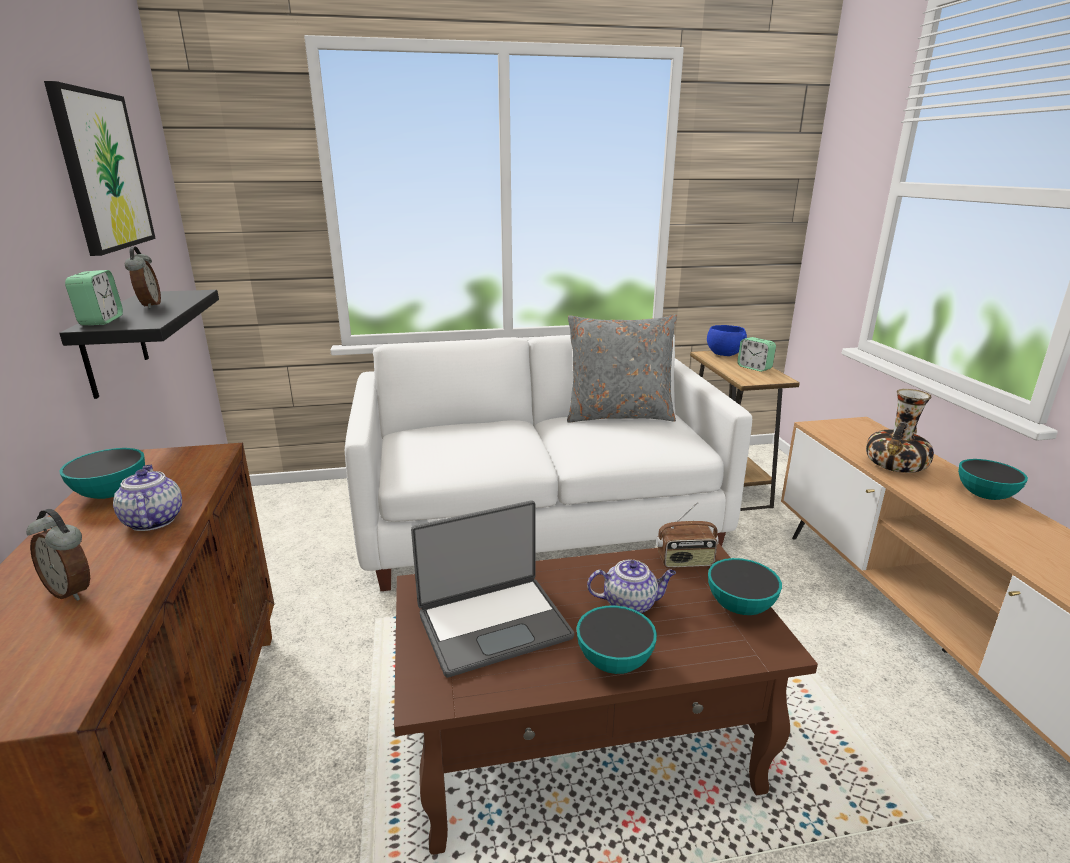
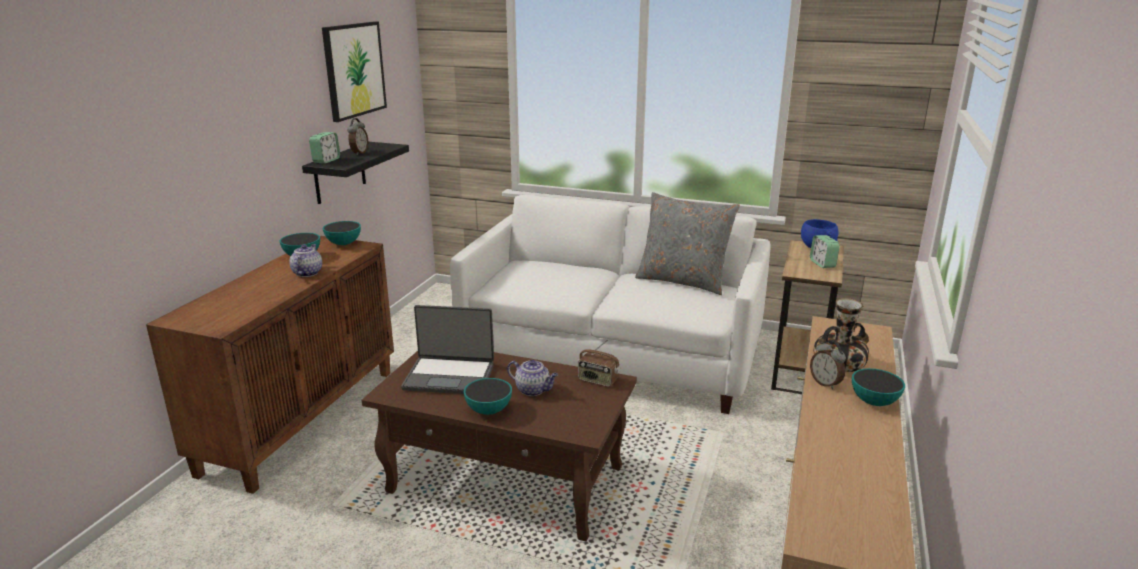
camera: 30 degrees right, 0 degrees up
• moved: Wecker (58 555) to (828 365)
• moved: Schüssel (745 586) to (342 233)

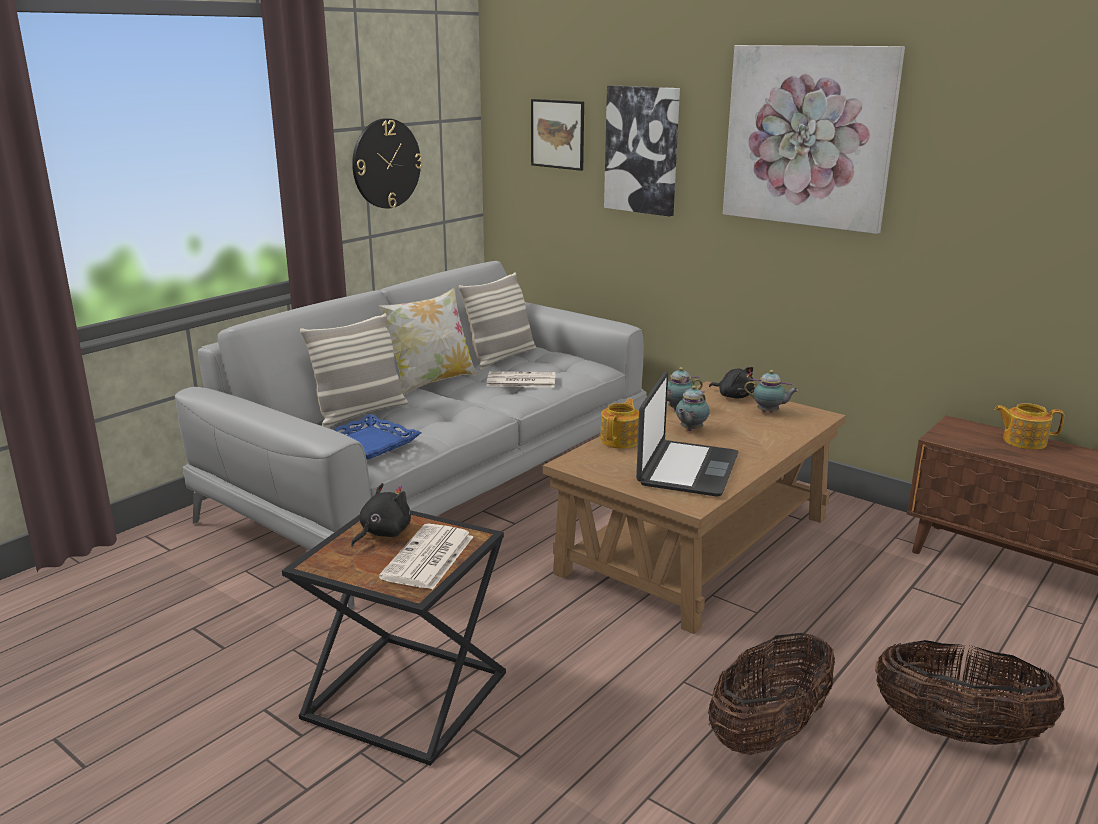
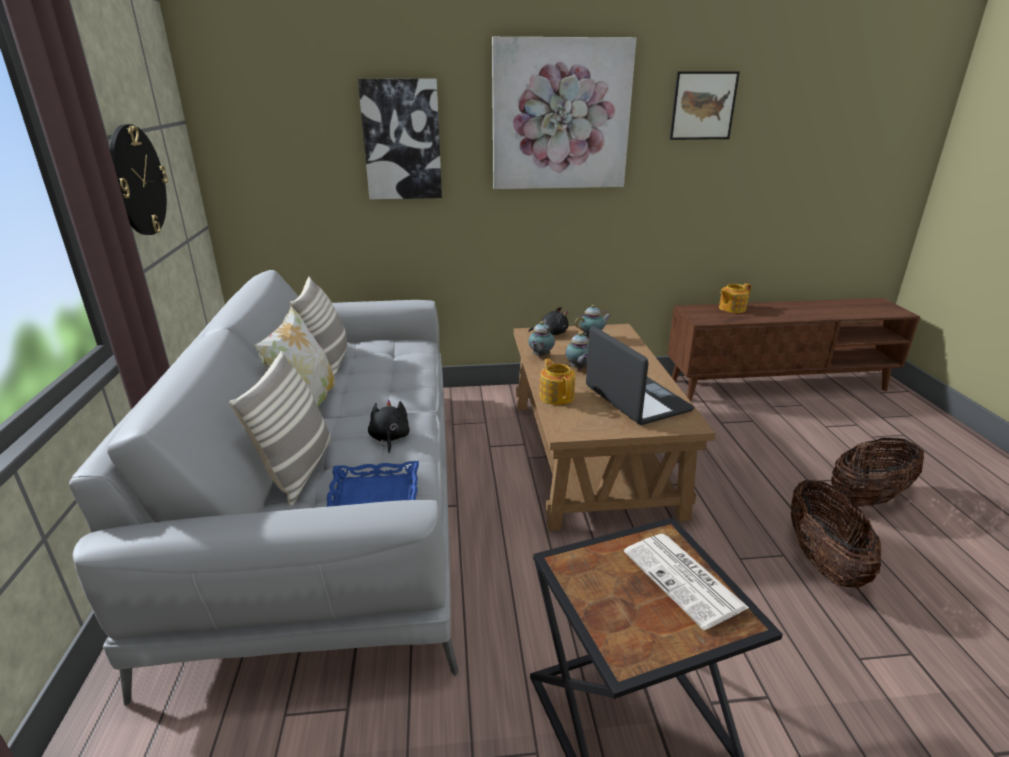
camera: 45 degrees left, 5 degrees up
• moved: Bild (557 135) to (705 105)
• removed: Zeitung (521 379)
• moved: Plüschtier/schwarz (381 515) to (389 426)

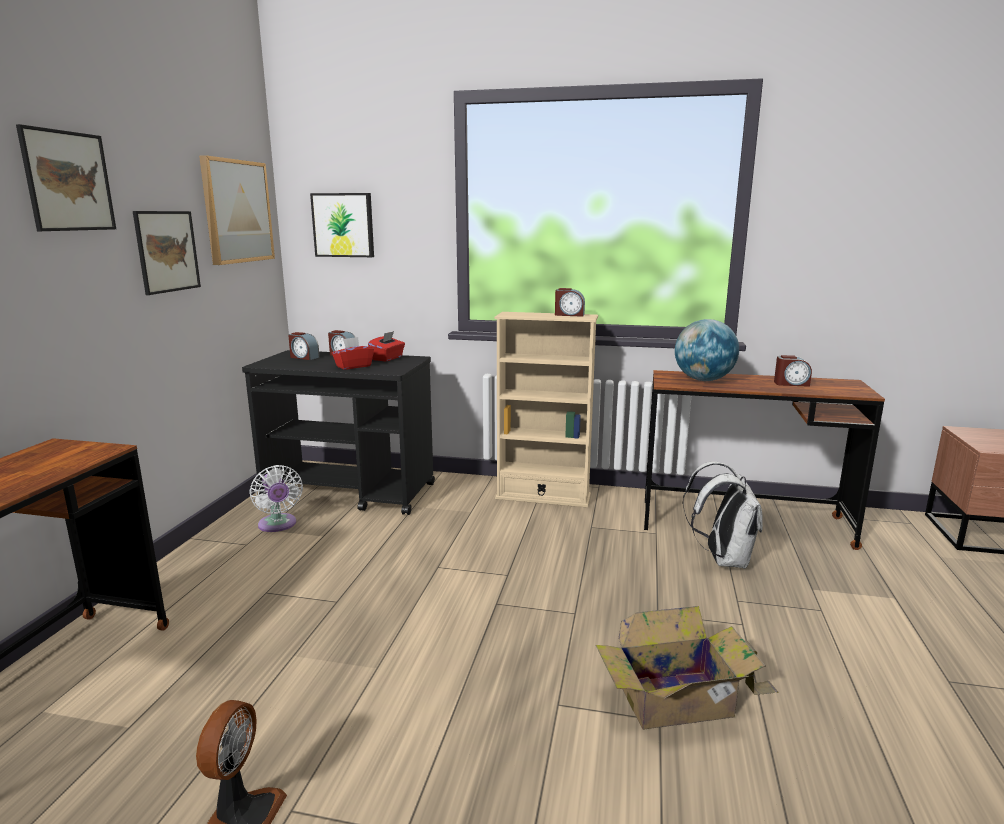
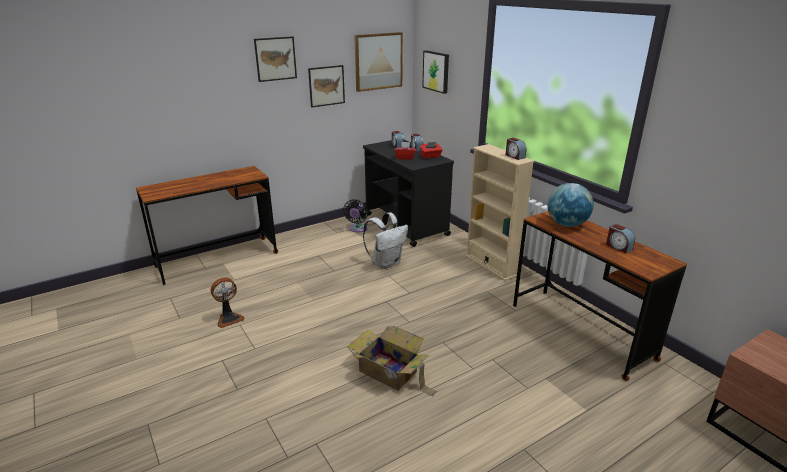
camera: 45 degrees right, 10 degrees up
• moved: Rucksack/weiß (722 515) to (385 240)
• recoloured: Ventilator/weiß (276 498) to Ventilator/schwarz (355 215)

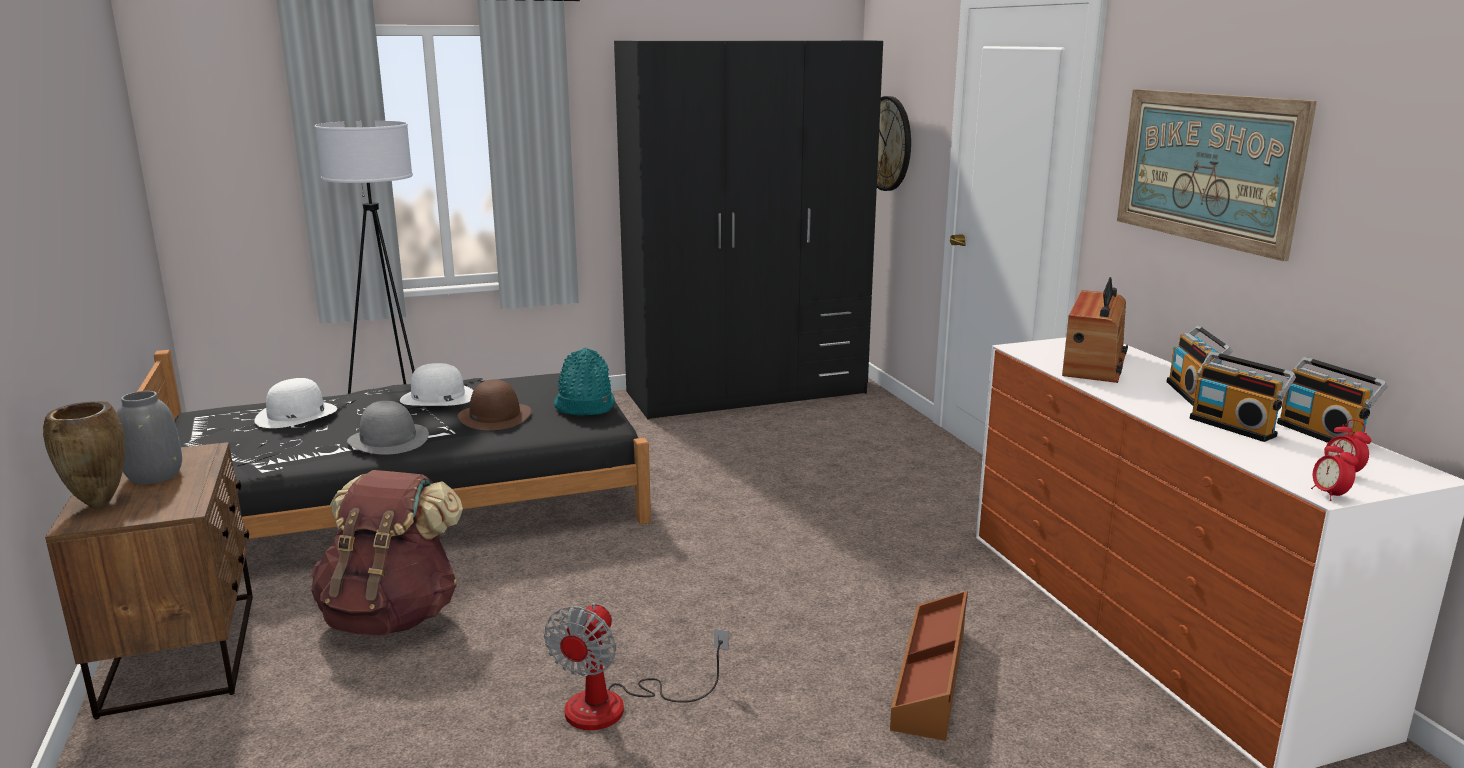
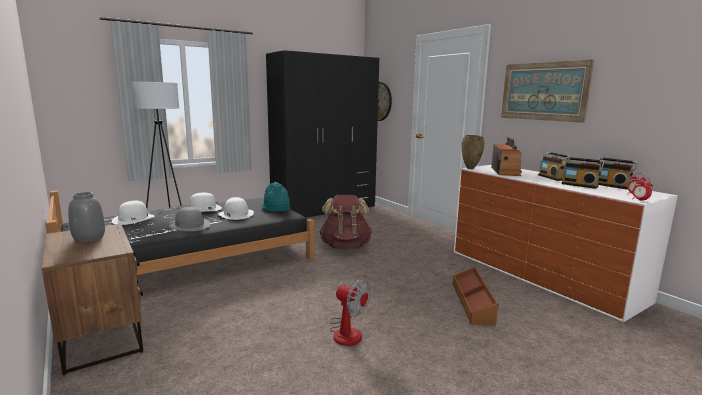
camera: 15 degrees left, 5 degrees down
• recoloured: Hut/braun (494 404) to Hut/weiß (236 208)
• moved: Vase/braun (84 454) to (473 152)
• moved: Rucksack/braun (387 553) to (345 222)
• turned: Ventilator (636 666) = (350 312) 60 degrees counterclockwise

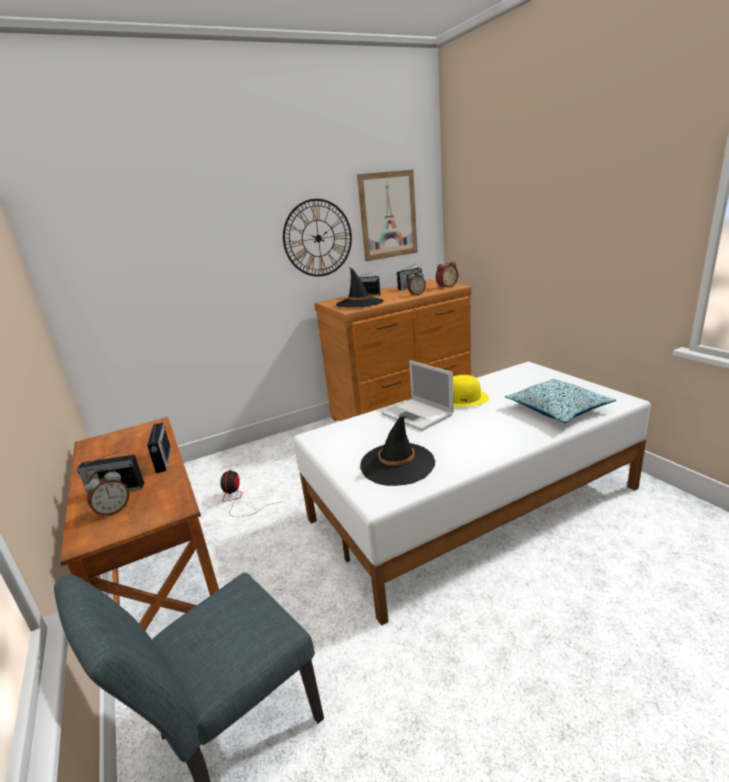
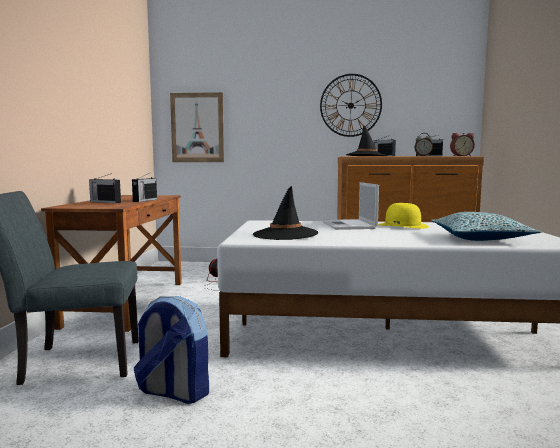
camera: 30 degrees right, 15 degrees down
• moved: Bild (387 215) to (197 127)
• removed: Wecker (107 493)
• added: Rucksack (171 350)

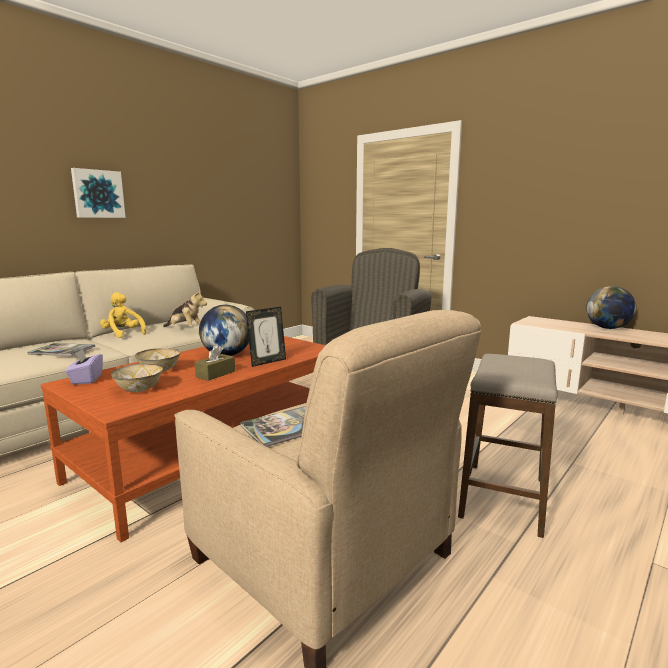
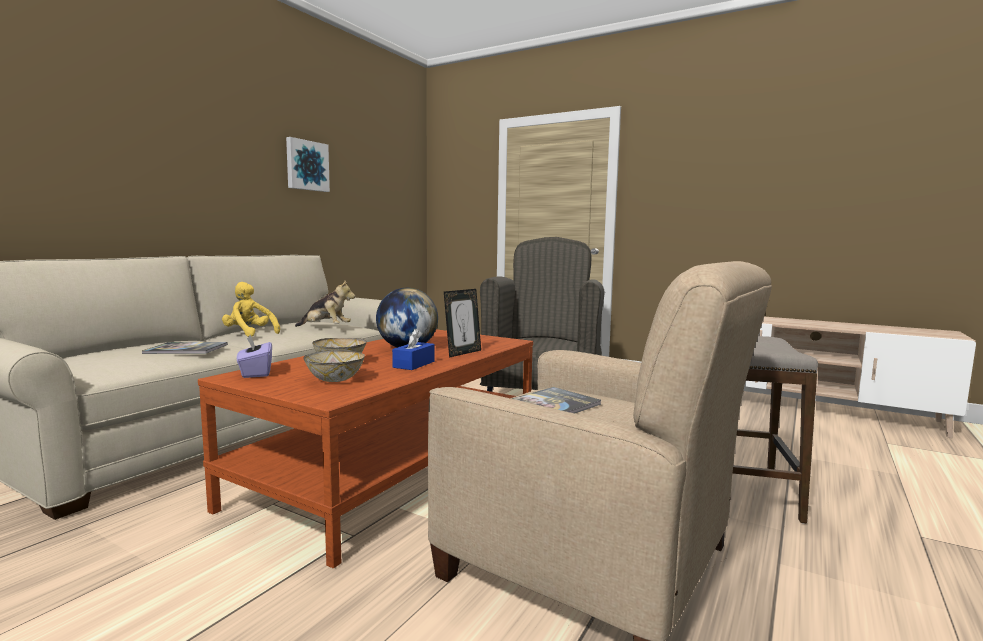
camera: 10 degrees left, 5 degrees down
• moved: Bild (98 193) to (308 164)
• removed: Globus (611 307)
• recoloured: Taschentuchbox/braun (215 363) to Taschentuchbox/blau (413 349)

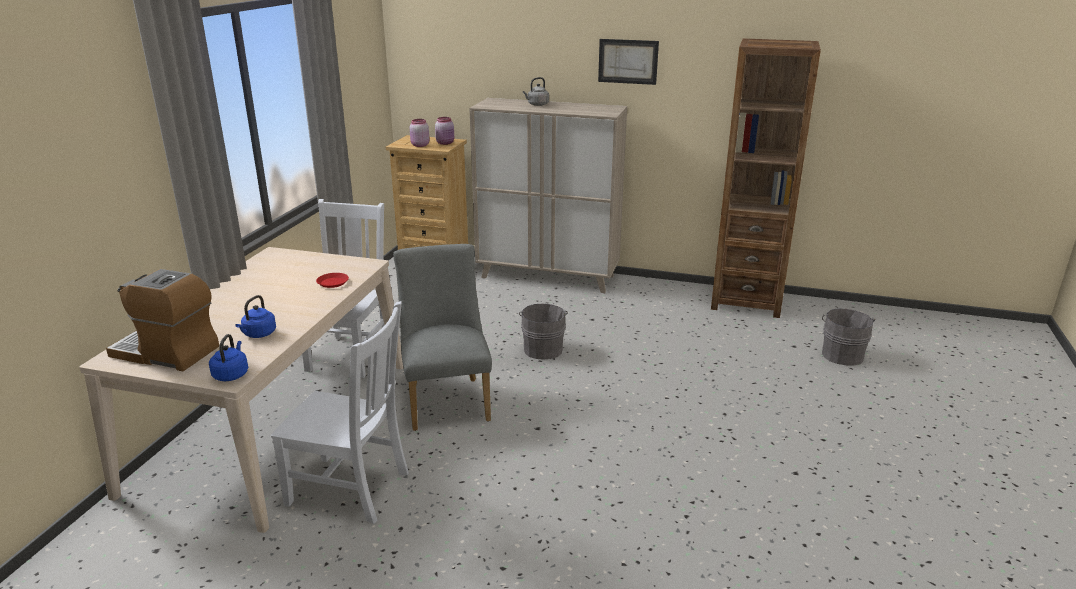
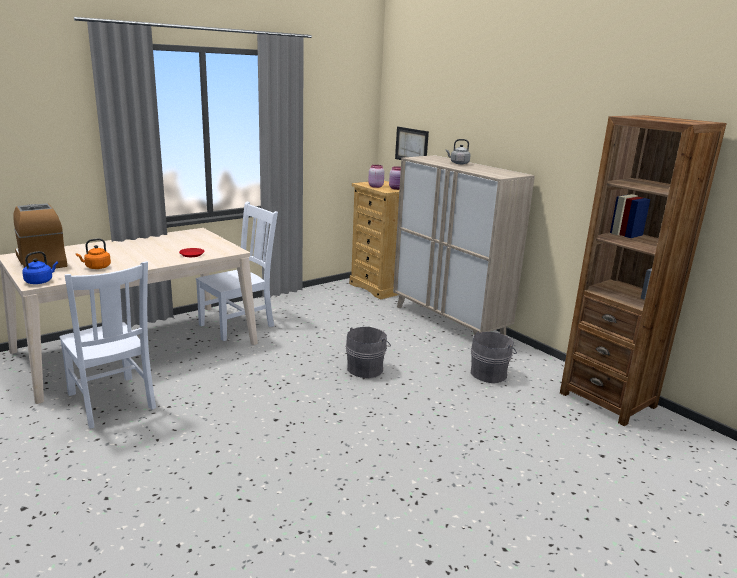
camera: 35 degrees right, 5 degrees down
• moved: Bild (628 62) to (412 143)
• removed: Stuhl/grau (442 337)
• recoloured: Wasserkessel/blau (255 316) to Wasserkessel/orange (93 253)
• moved: Eimer/grau (848 337) to (494 357)

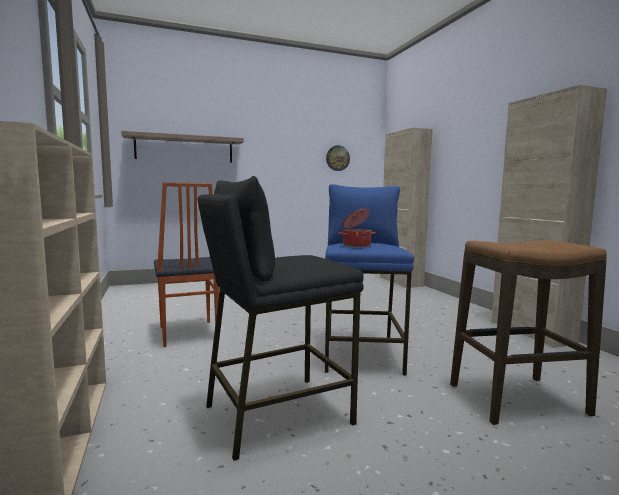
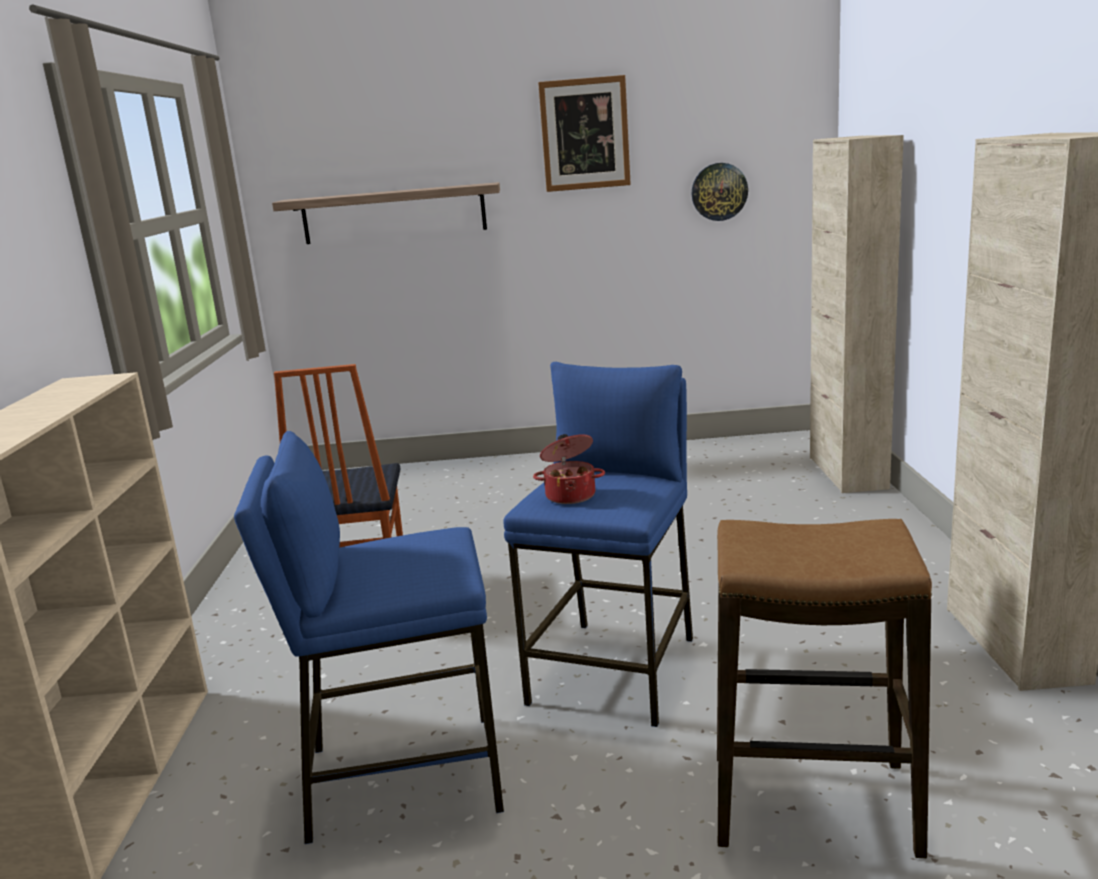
camera: 20 degrees right, 10 degrees up
• recoloured: Hocker/schwarz (280 318) to Hocker/blau (369 637)
• added: Bild (584 133)

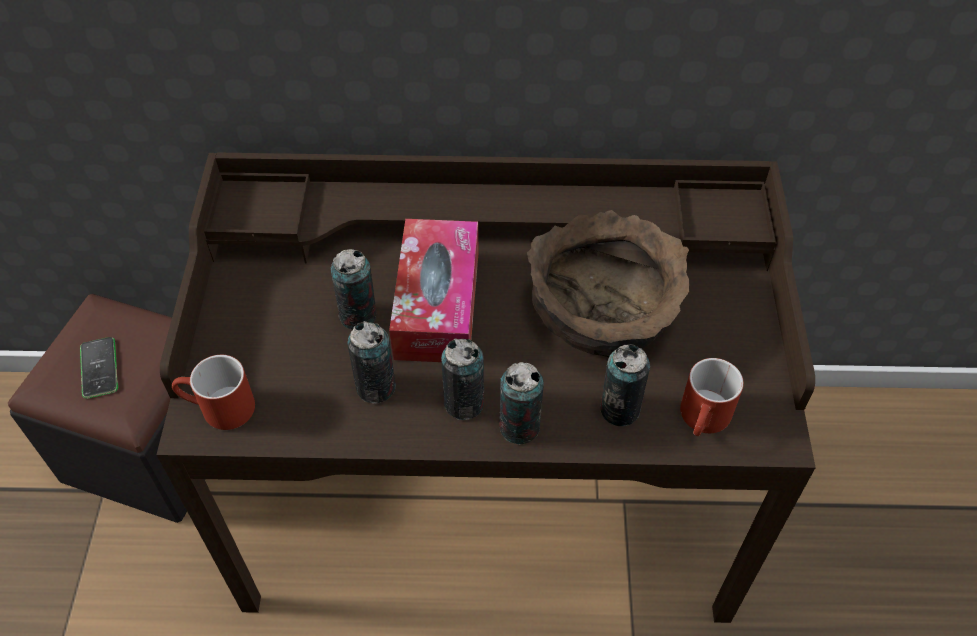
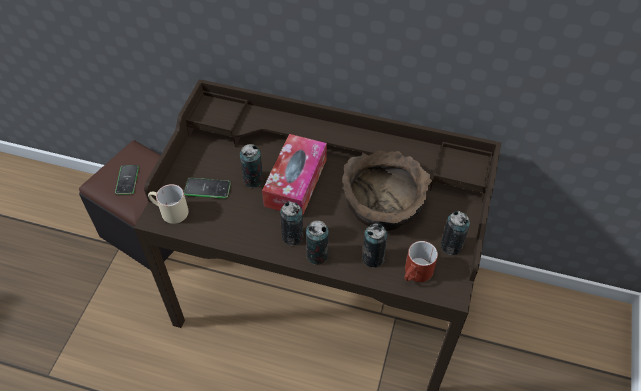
camera: 15 degrees right, 0 degrees up
• moved: Dose (371 362) to (455 233)
• recoloured: Henkelbecher/rot (213 392) to Henkelbecher/beige (168 204)
• added: Handy (207 188)

